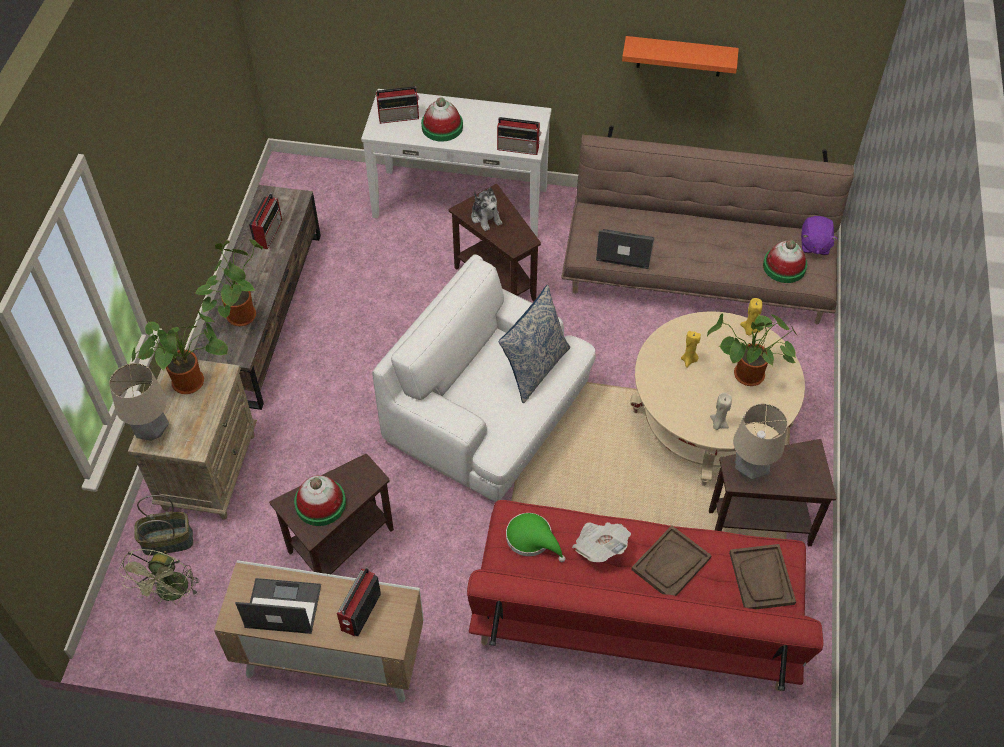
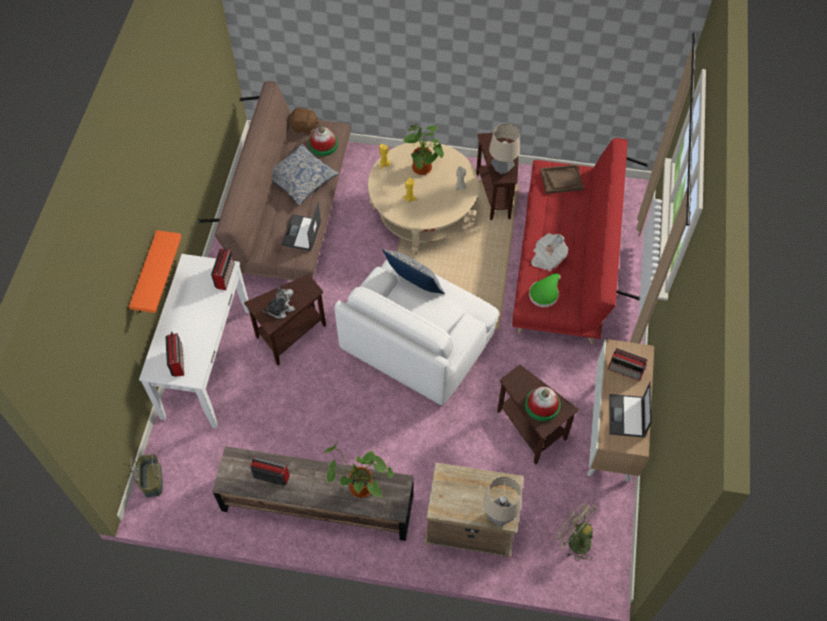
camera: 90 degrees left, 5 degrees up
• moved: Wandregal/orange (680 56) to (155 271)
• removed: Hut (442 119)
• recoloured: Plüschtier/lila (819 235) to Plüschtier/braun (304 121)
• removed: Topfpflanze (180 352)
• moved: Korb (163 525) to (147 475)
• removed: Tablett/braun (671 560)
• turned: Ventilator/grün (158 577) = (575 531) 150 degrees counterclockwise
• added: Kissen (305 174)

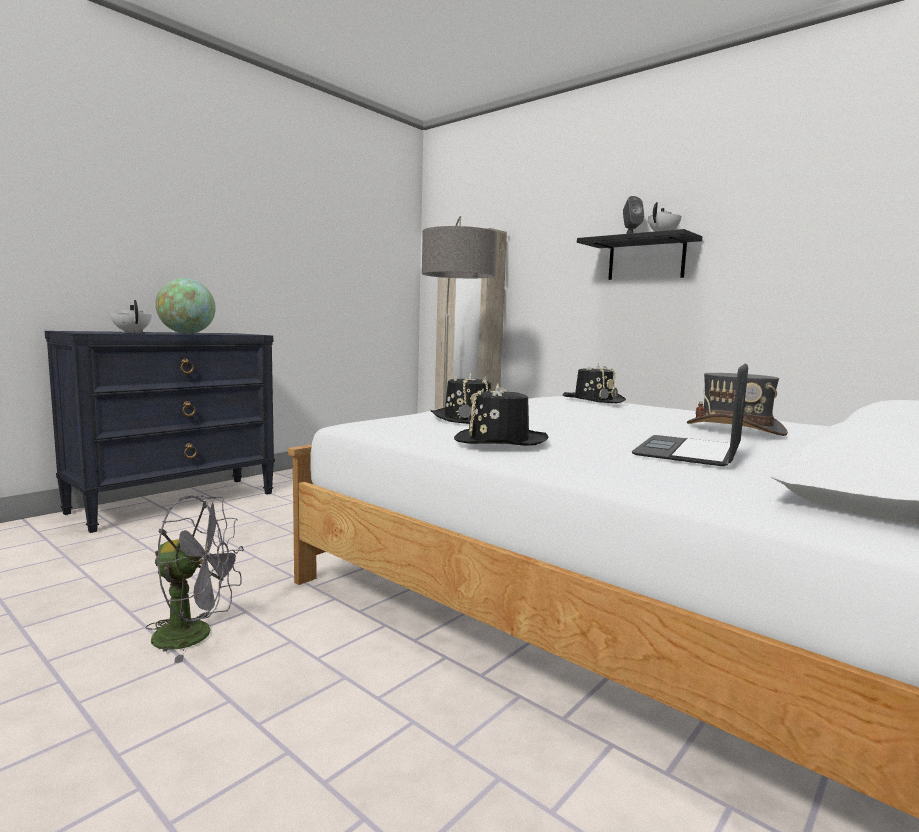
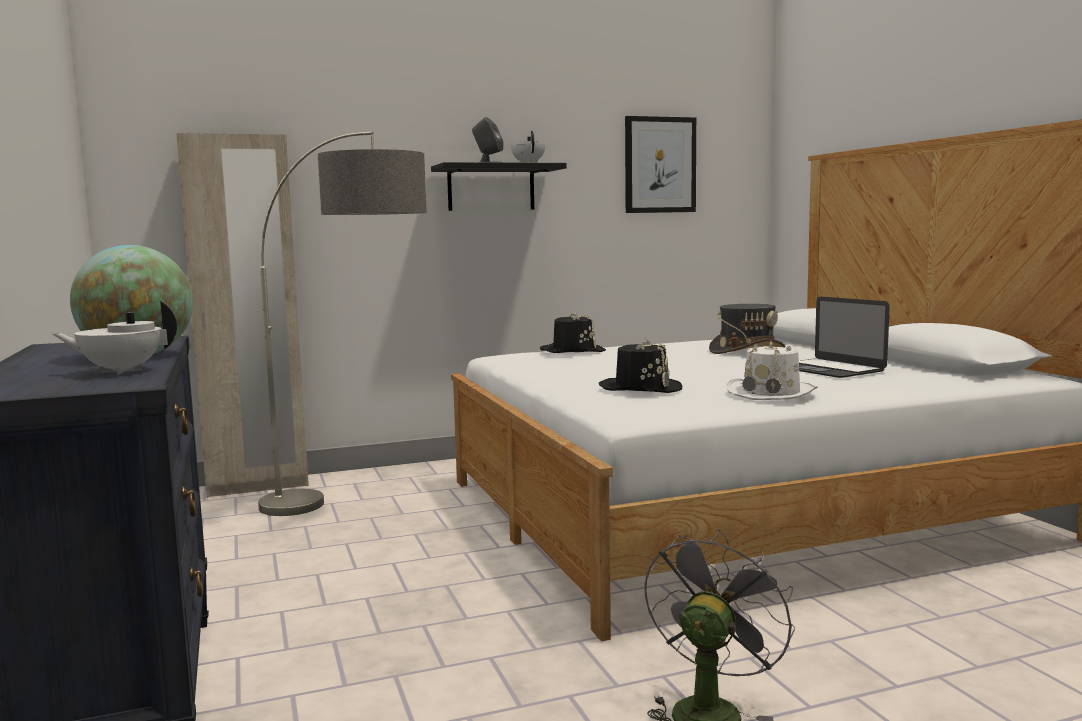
camera: 60 degrees left, 0 degrees up
• recoloured: Hut/schwarz (501 415) to Hut/weiß (772 370)
• added: Bild (660 164)

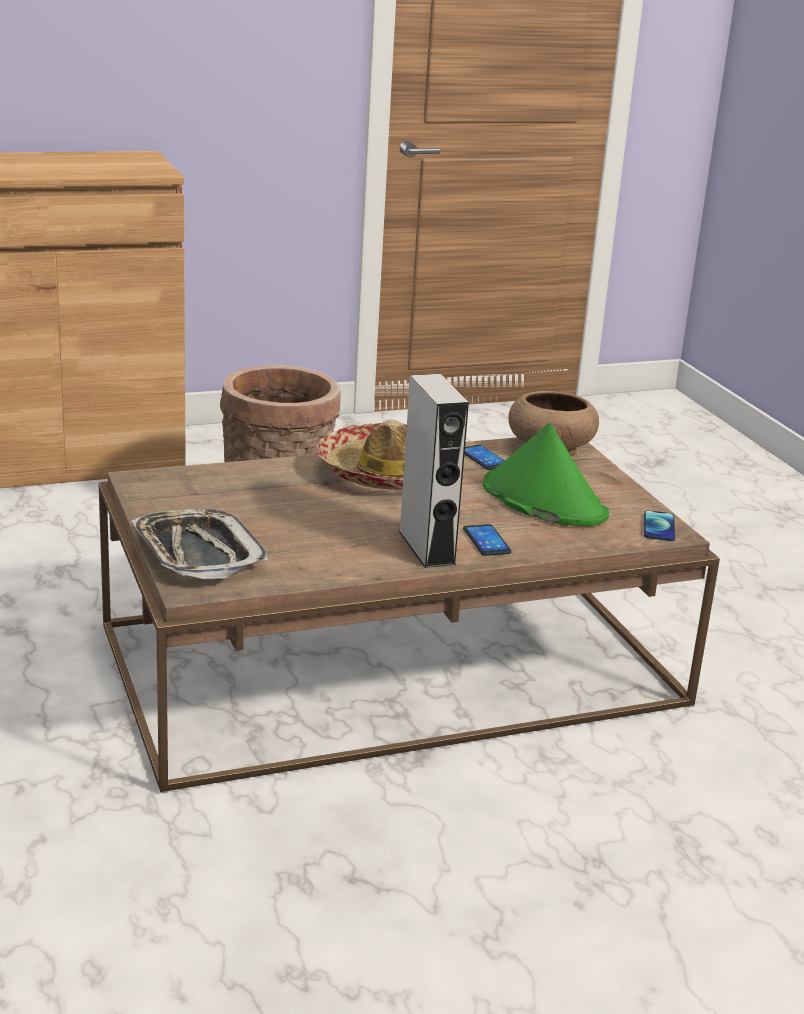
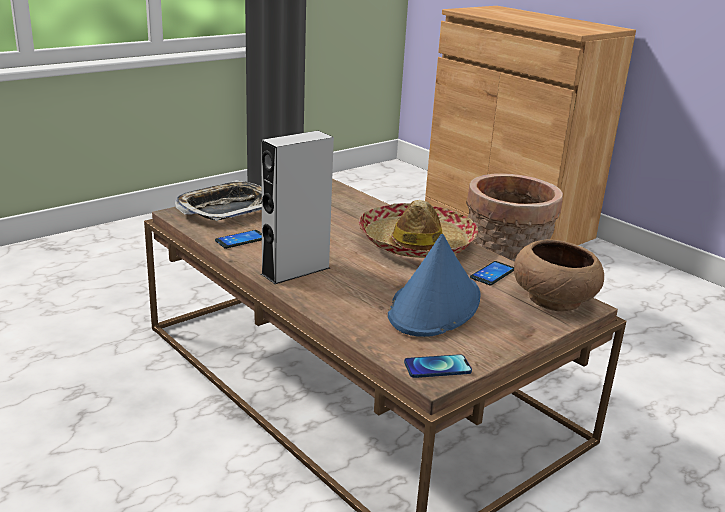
camera: 70 degrees right, 0 degrees up
• recoloured: Hut/grün (546 474) to Hut/blau (434 285)
• moved: Handy (487 540) to (238 239)

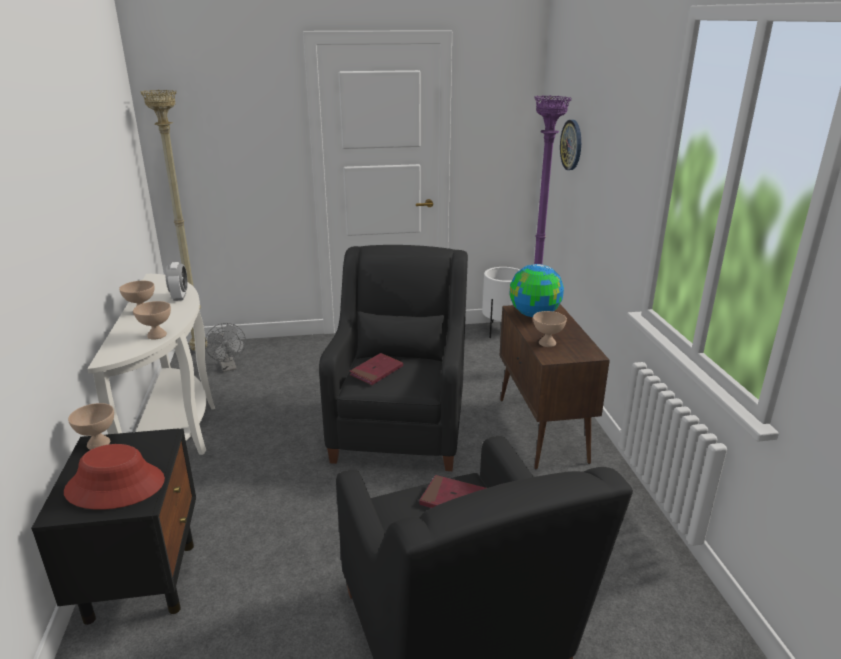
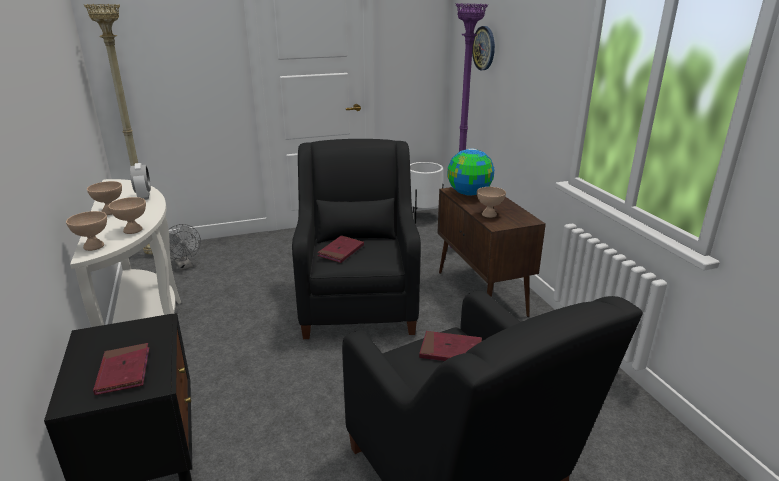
camera: 10 degrees left, 0 degrees up
• moved: Schüssel/beige (91 426) to (86 231)
• replaced: Hut/rot (114 477) to Buch/rot (121 369)

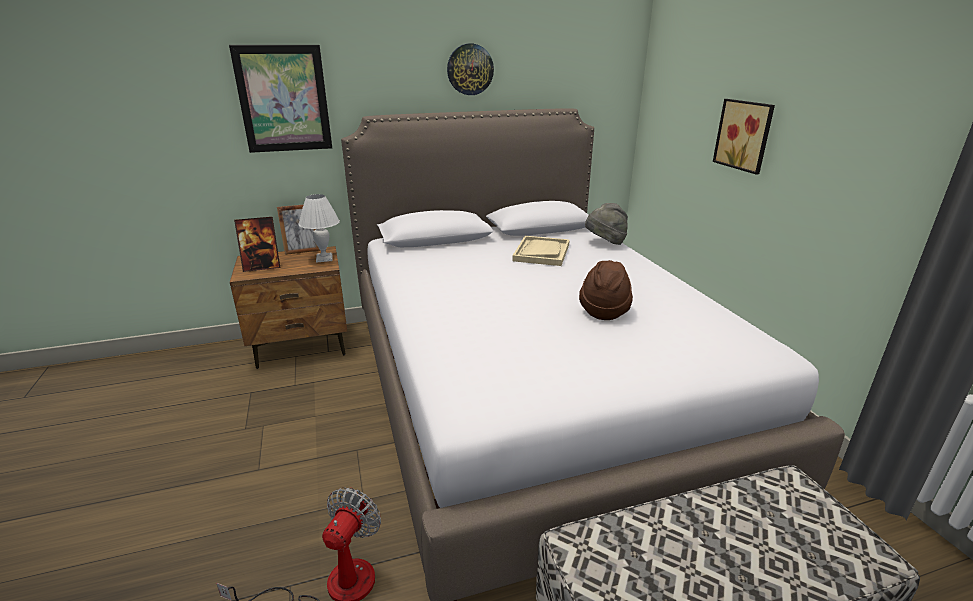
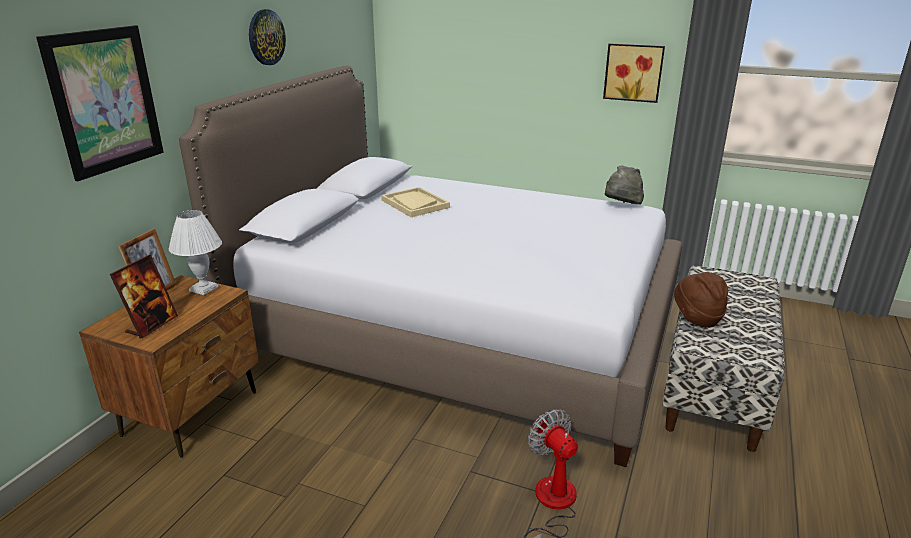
camera: 50 degrees left, 0 degrees up
• moved: Bild (744 136) to (634 73)
• moved: Hut/grau (606 224) to (624 185)
• moved: Hut/braun (606 290) to (701 300)

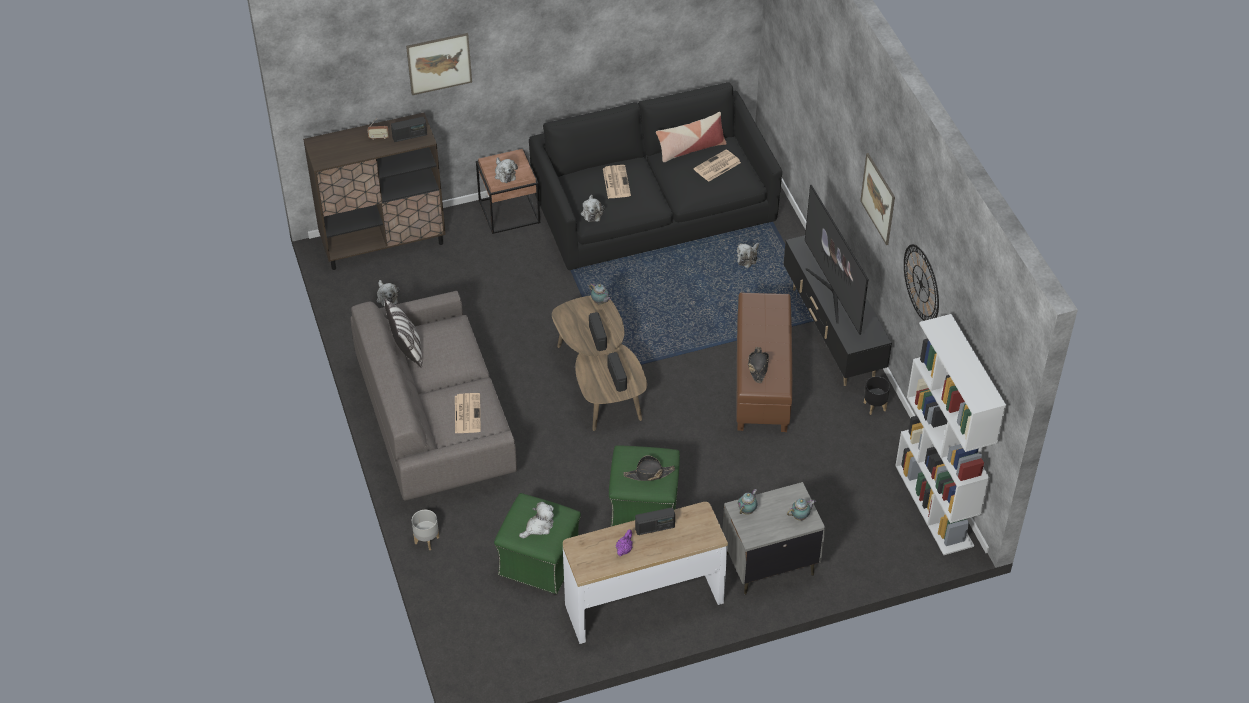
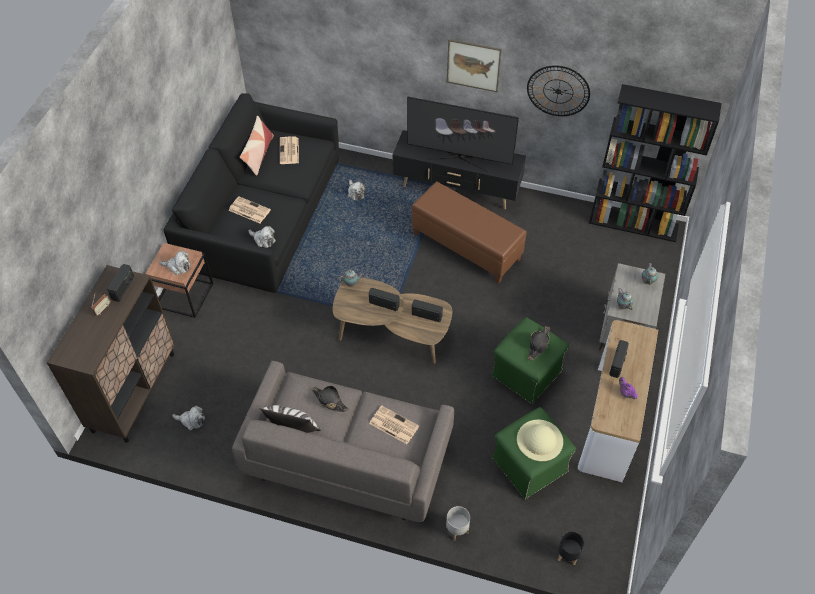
camera: 55 degrees left, 5 degrees up
• removed: Bild (439 64)
• recoloured: Bücherregal/weiß (950 434) to Bücherregal/schwarz (655 163)
• moved: Hut/schwarz (758 365) to (330 399)
• moved: Pflanzkübel/schwarz (877 395) to (571 548)
• replaced: Plüschtier (536 520) to Hut/beige (540 440)

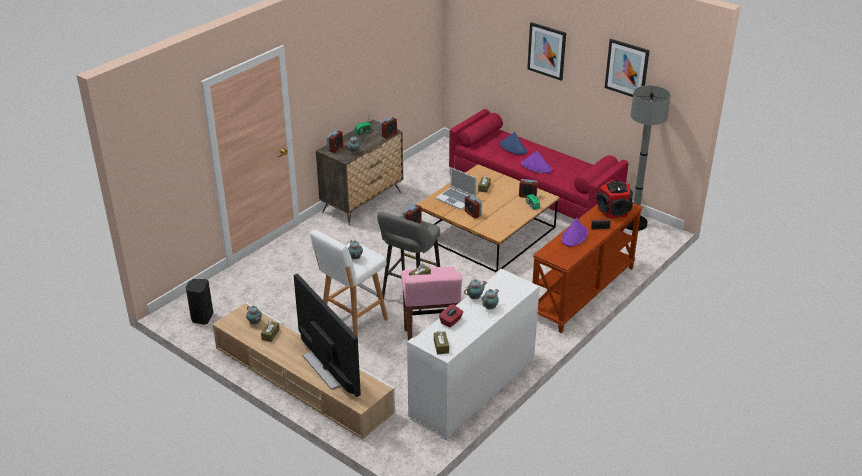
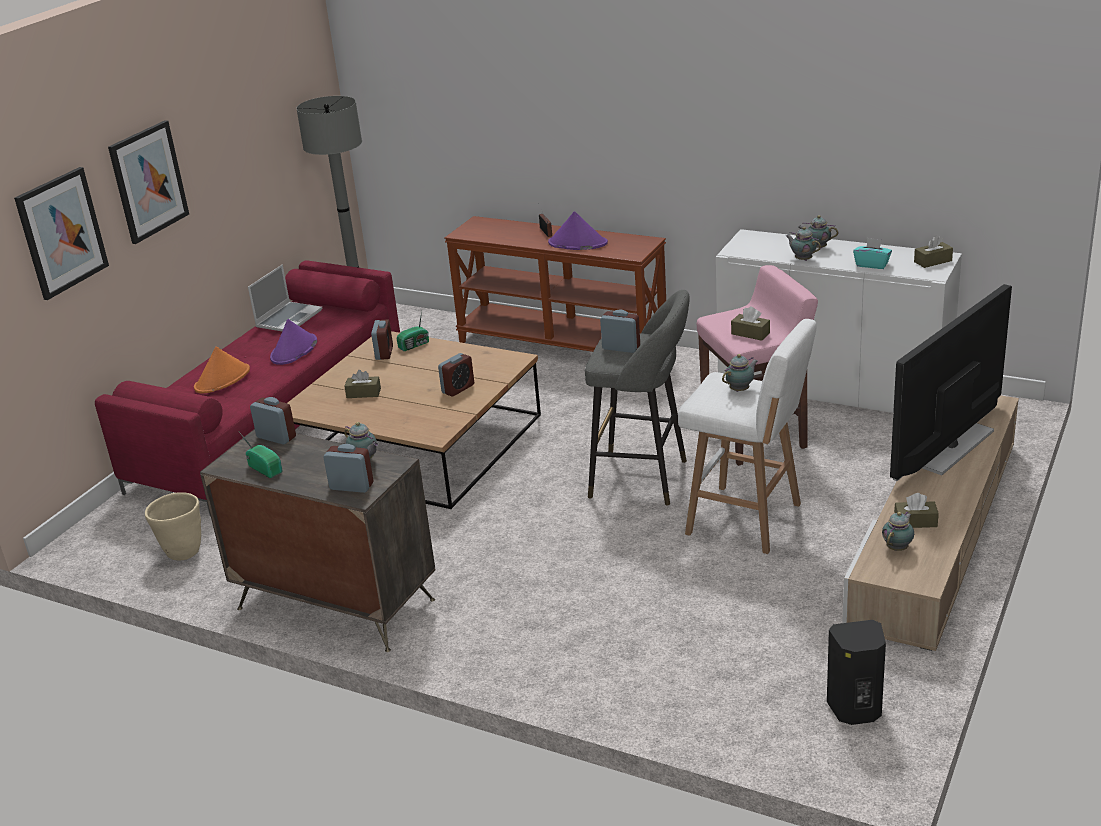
camera: 100 degrees left, 5 degrees down
• moved: Bild (627 68) to (61 233)
• recoloured: Hut/blau (513 143) to Hut/orange (222 370)
• moved: Laptop (456 188) to (285 298)
• removed: Lautsprecher (614 199)
• recoloured: Taschentuchbox/rot (451 316) to Taschentuchbox/türkis (872 253)
• added: Pflanzkübel/beige (173 526)

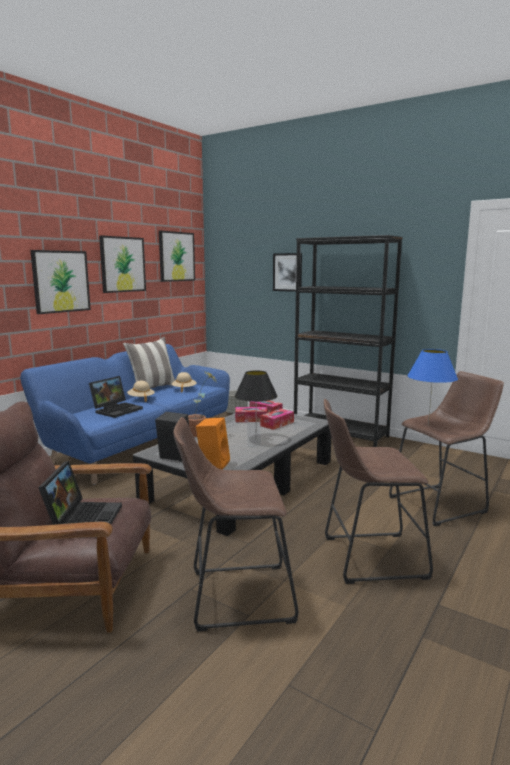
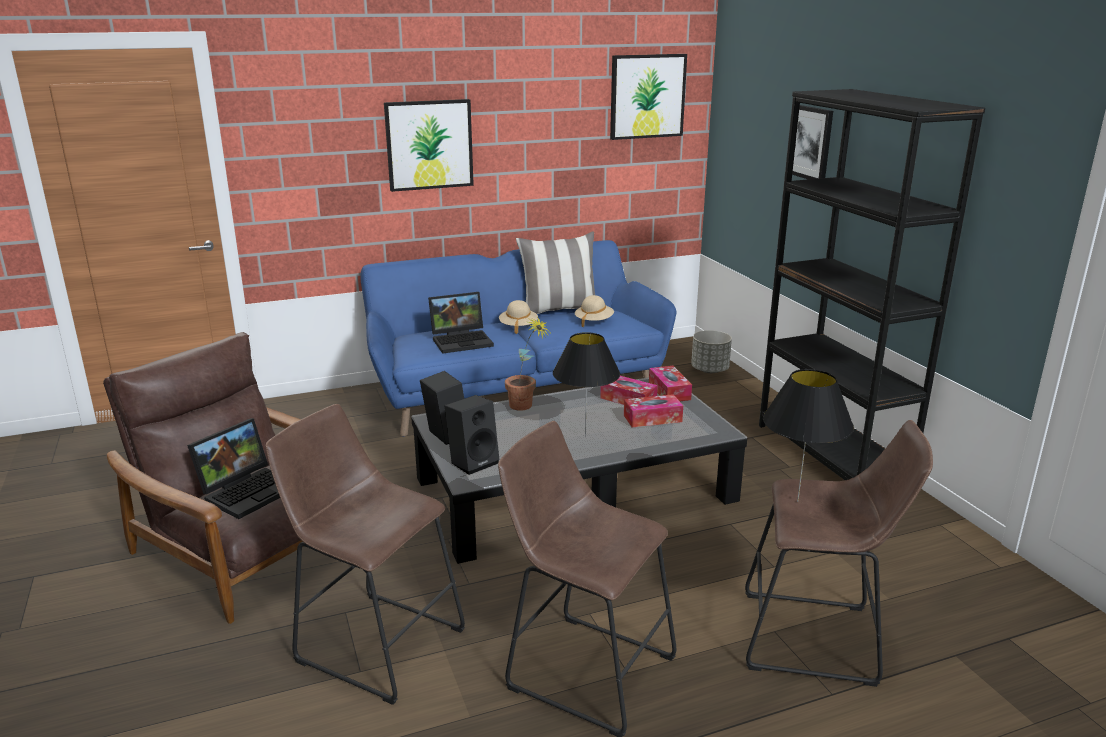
camera: 35 degrees right, 10 degrees up
• removed: Bild (122 264)
• recoloured: Tischlampe/blau (432 387) to Tischlampe/schwarz (808 435)
• recoloured: Lautsprecher/orange (213 443) to Lautsprecher/schwarz (472 435)

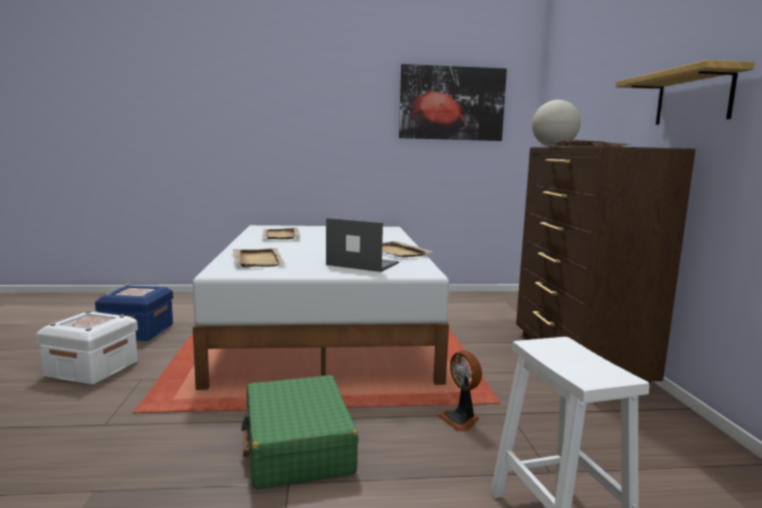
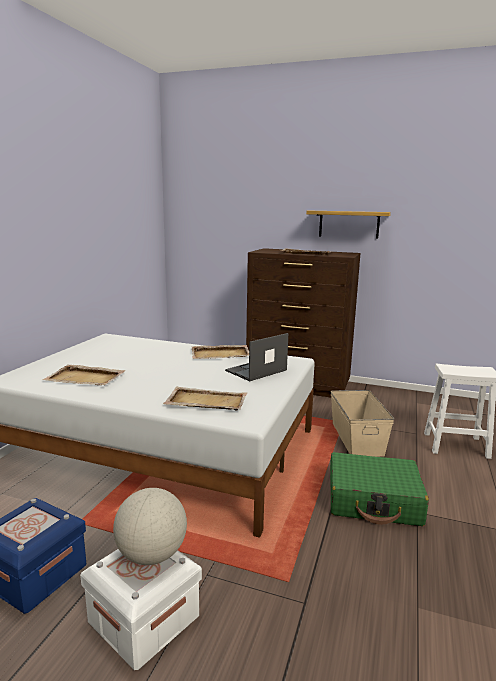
camera: 65 degrees left, 5 degrees up
• removed: Bild (453 102)
• moved: Globus (556 123) to (150 526)
• replaced: Ventilator (459 391) to Aufbewahrungsbox/beige (362 423)

